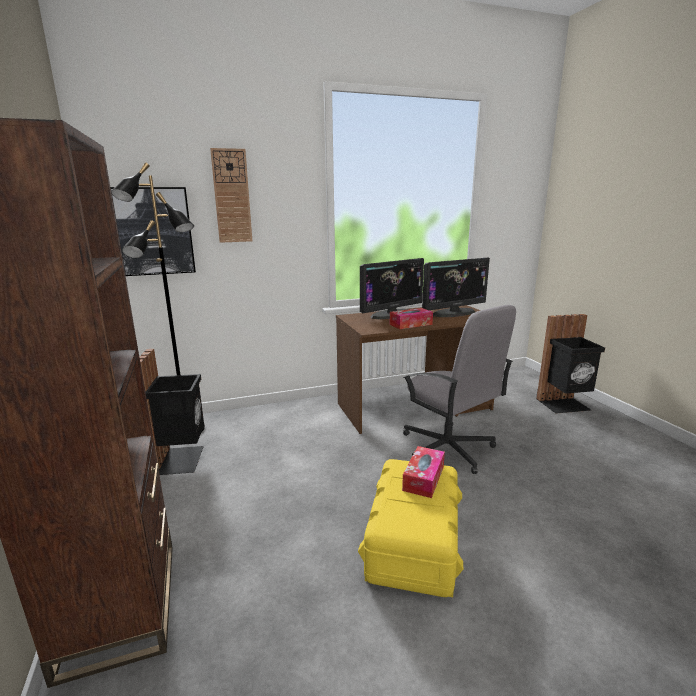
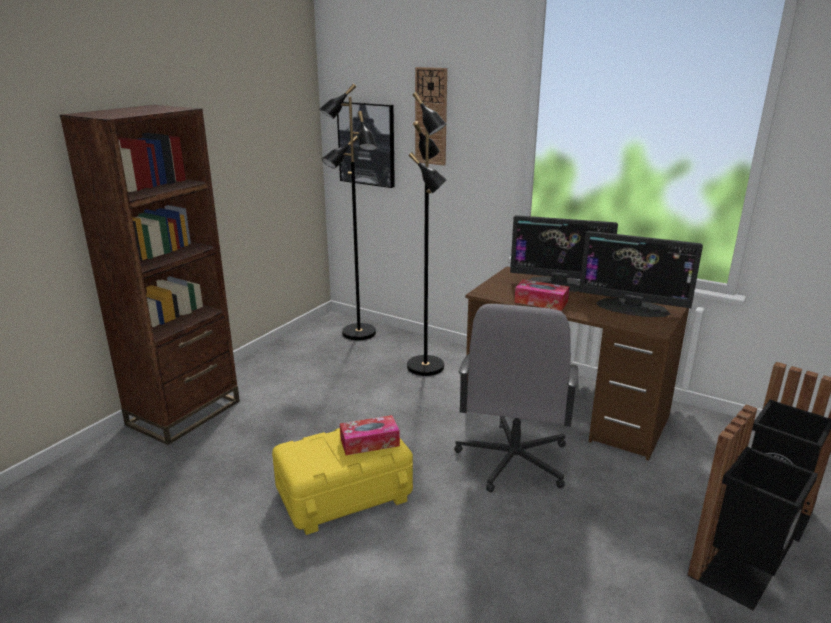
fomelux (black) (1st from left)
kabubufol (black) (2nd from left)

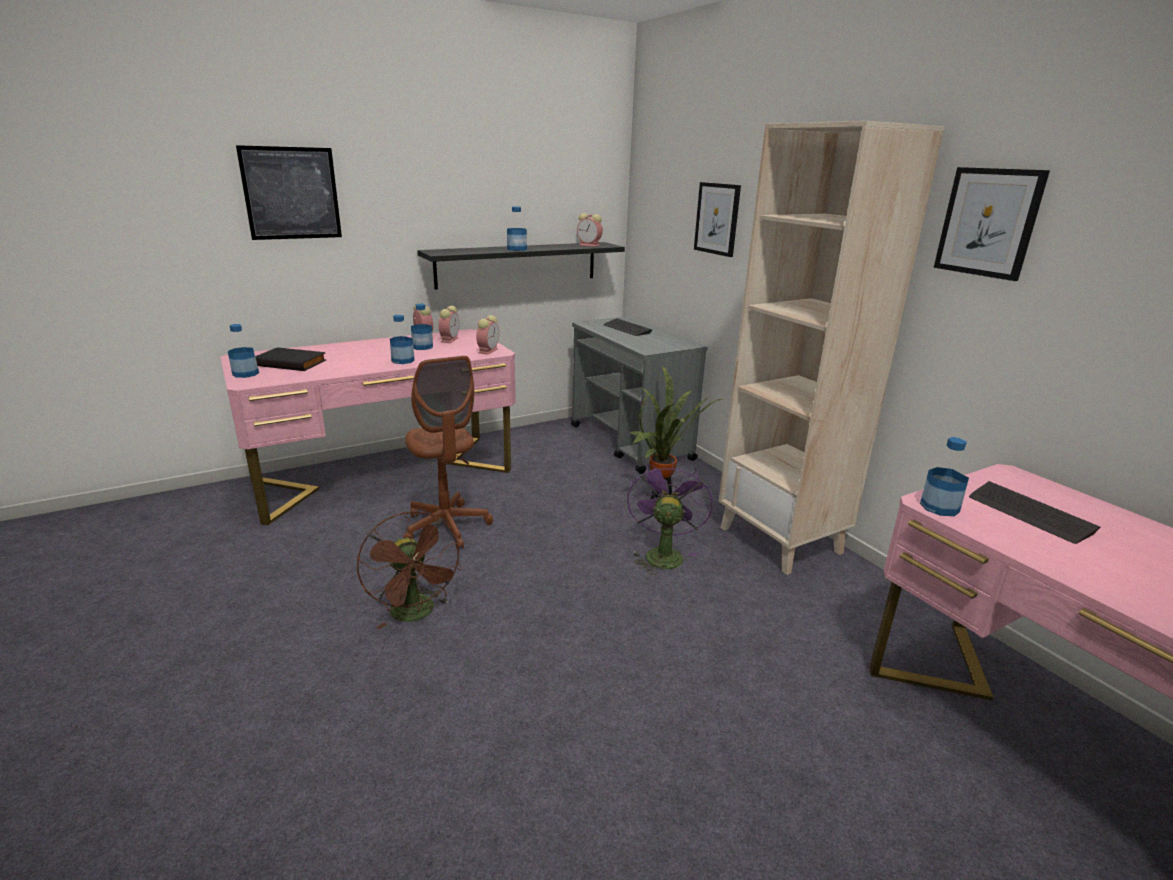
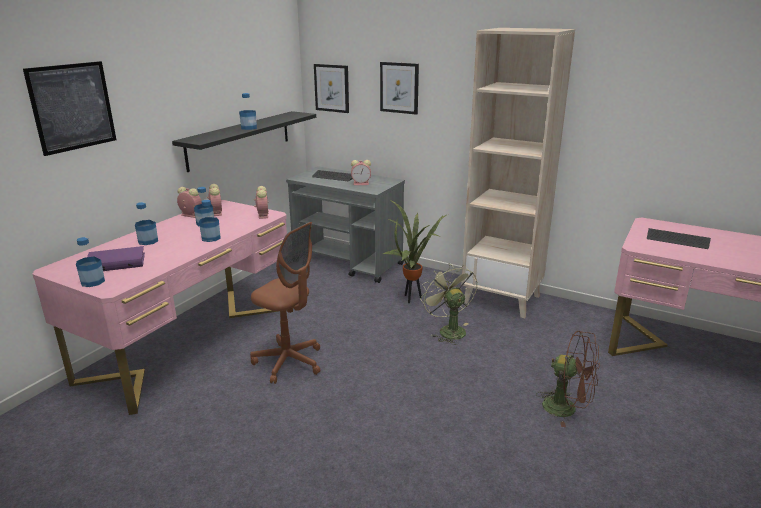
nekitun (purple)
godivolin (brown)
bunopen (4th from left)
godivolin (green)
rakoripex (2nd from left)
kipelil (2nd from left)

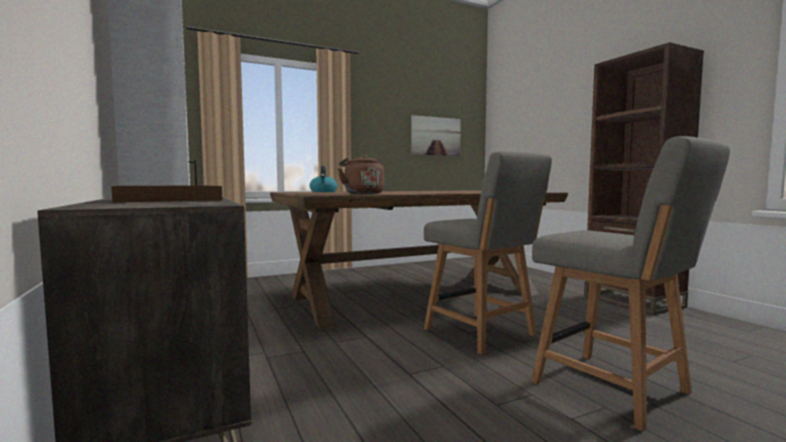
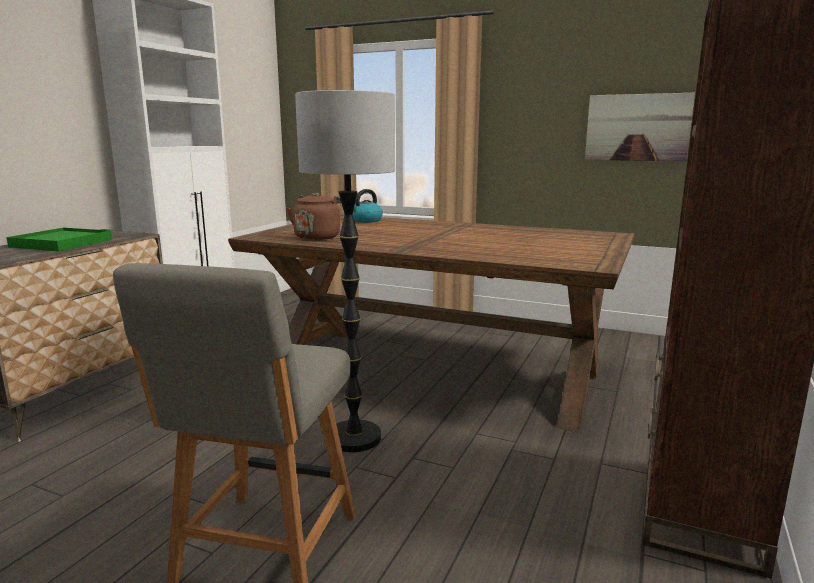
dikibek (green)
kabubufol

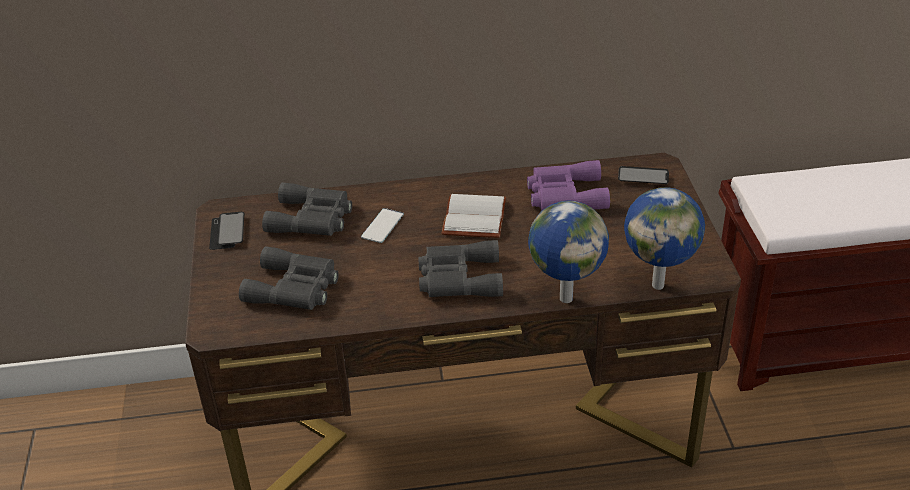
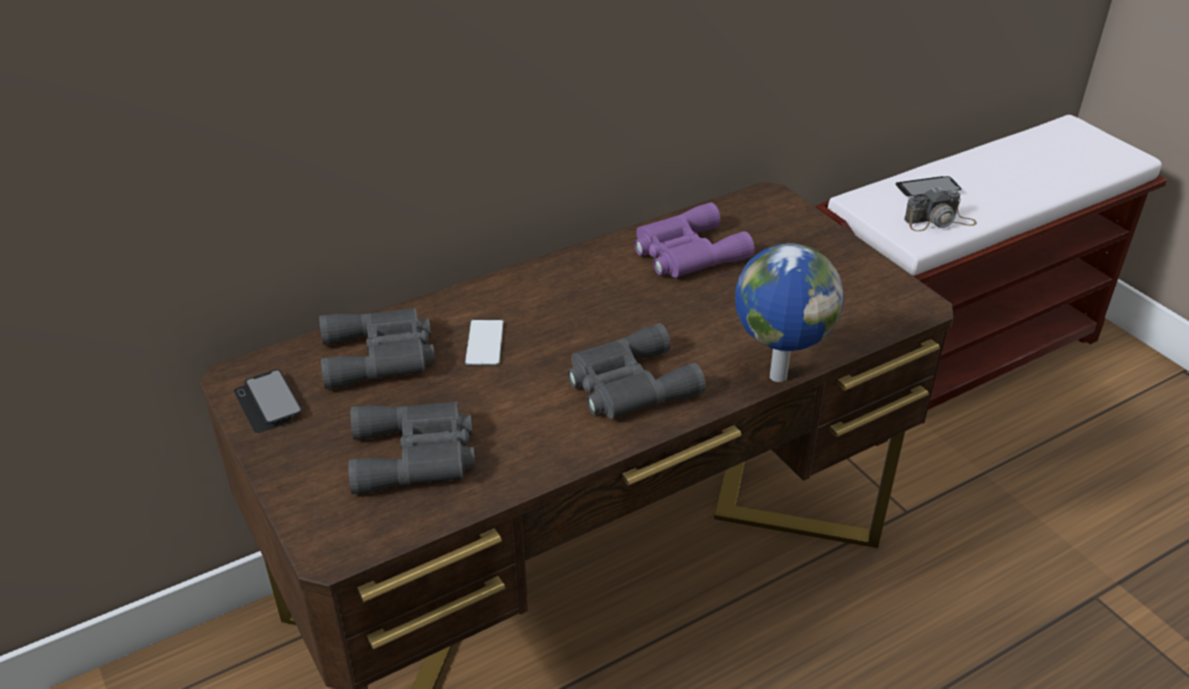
nekitun (white)
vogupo (3rd from left)
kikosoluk (2nd from left in the first image)
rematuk

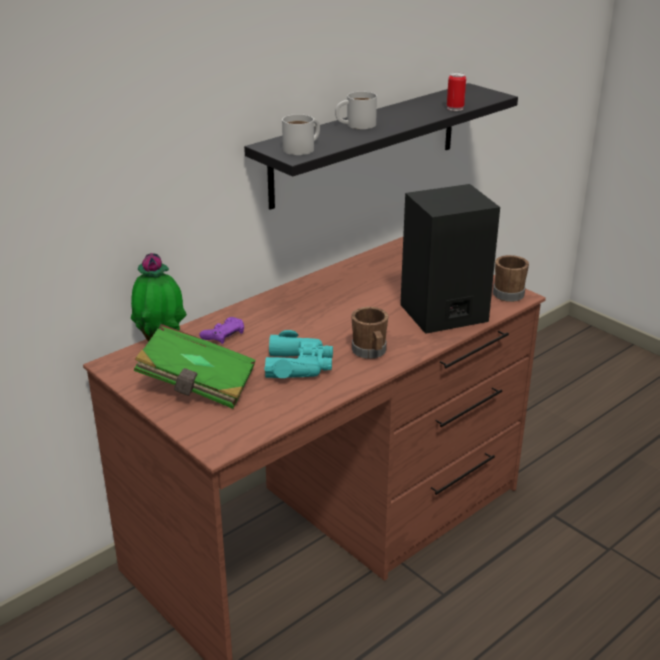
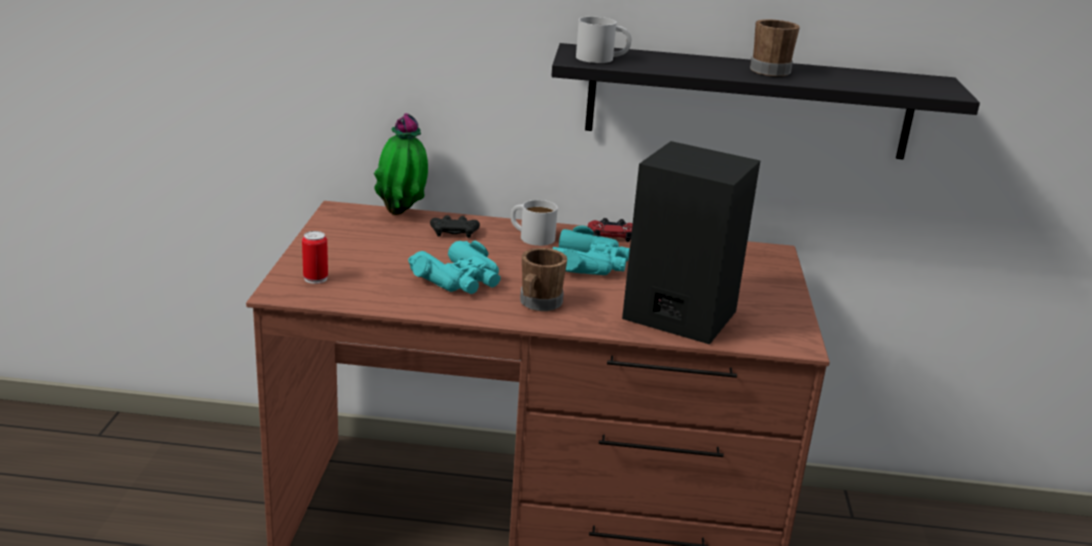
nekitun (green)
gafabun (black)
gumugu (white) (1st from left)
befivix
gumugu (brown) (2nd from left)
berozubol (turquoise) (2nd from left)
gafabun (red)

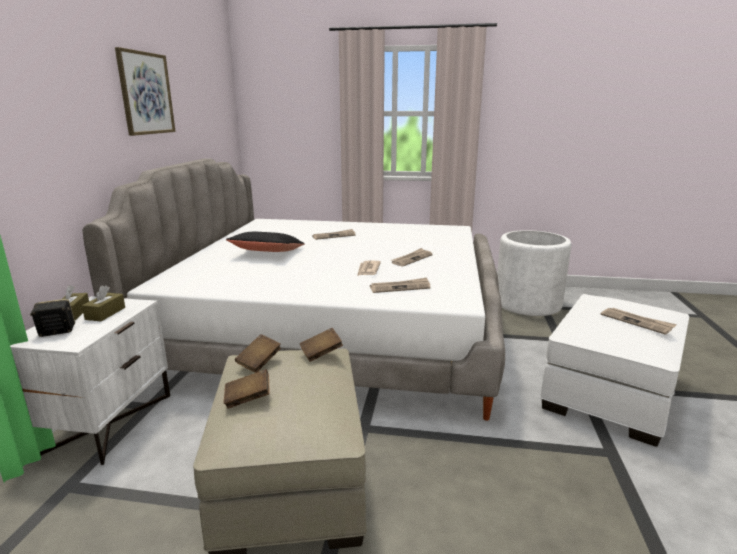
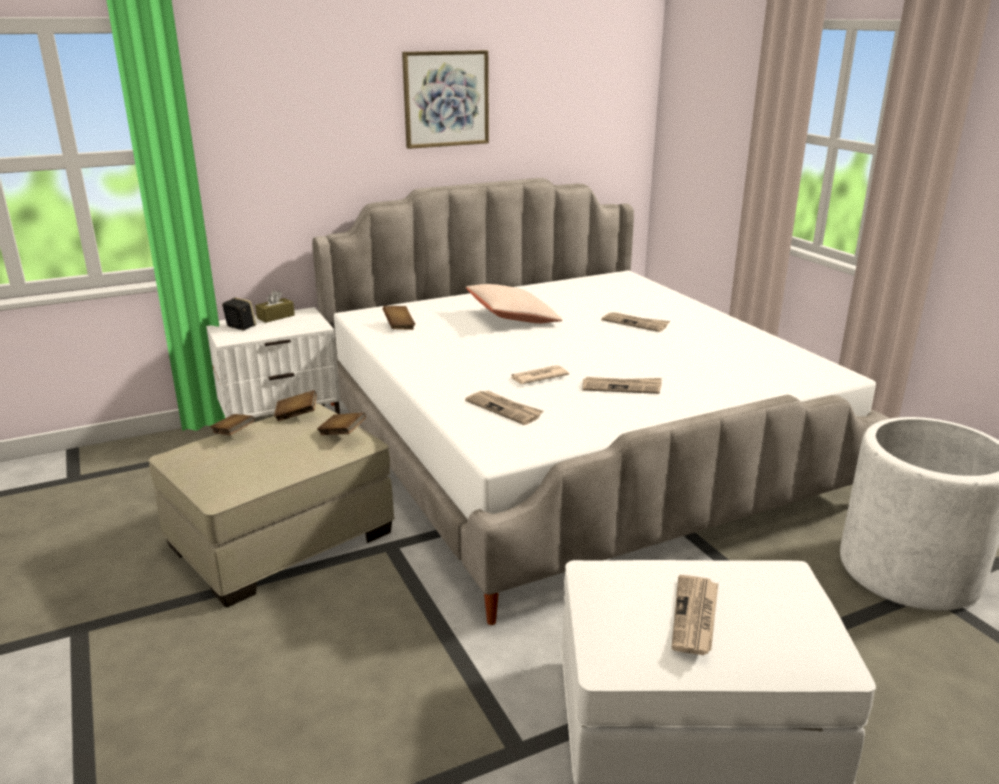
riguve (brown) (2nd from left in the first image)
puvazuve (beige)
nekitun (brown) (4th from left)

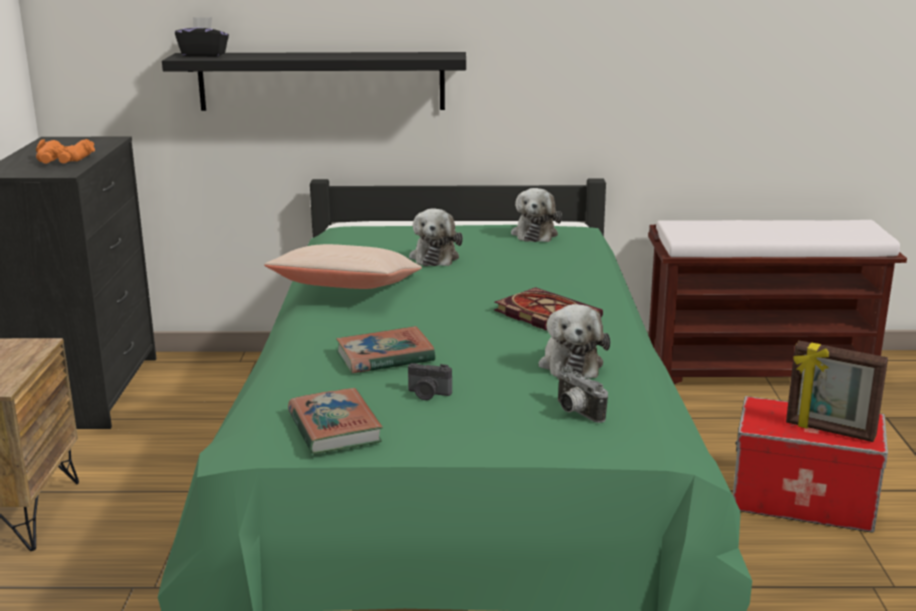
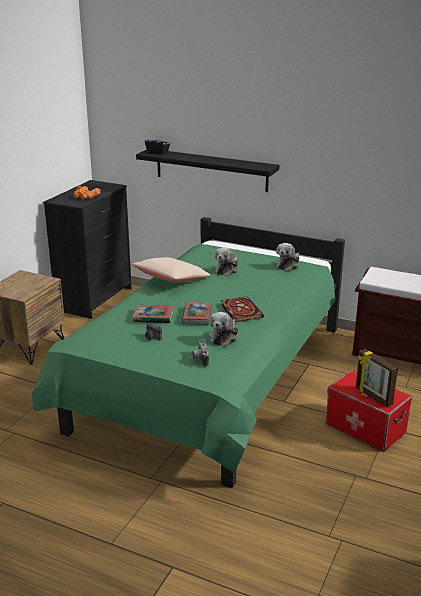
nekitun (2nd from left)

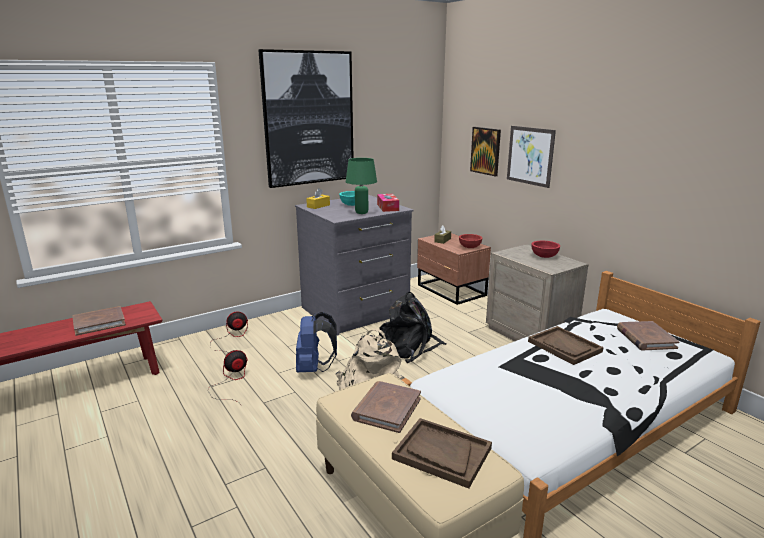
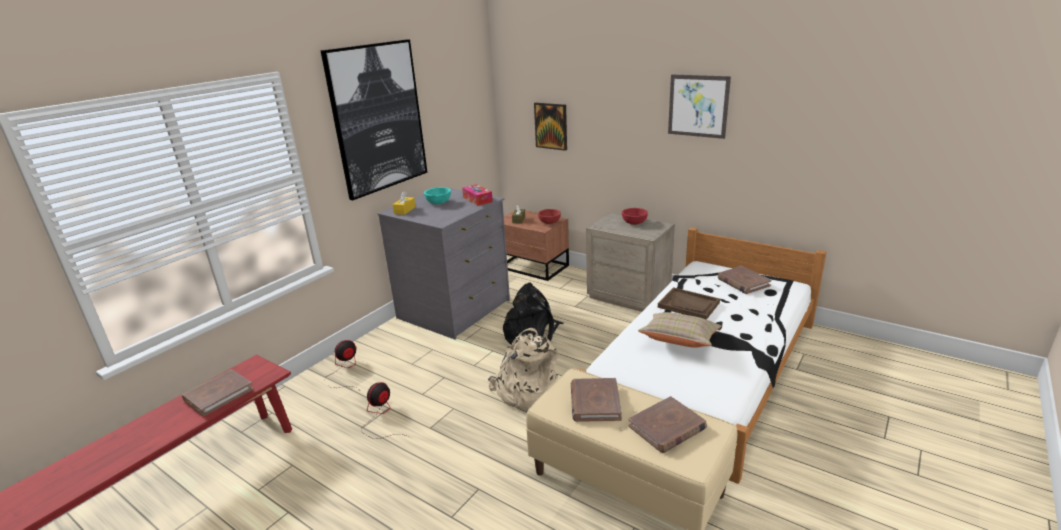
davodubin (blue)
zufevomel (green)
nekitun (brown) (3rd from left)
kipelil (3rd from left)
puvazuve (beige)

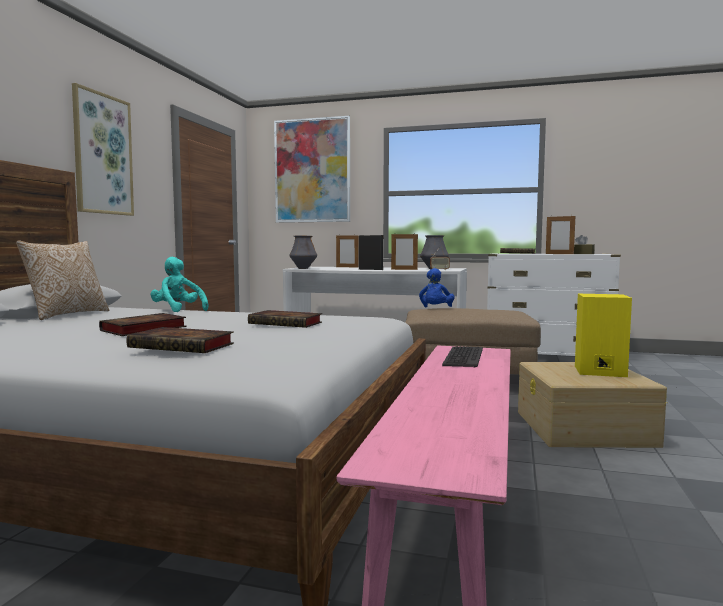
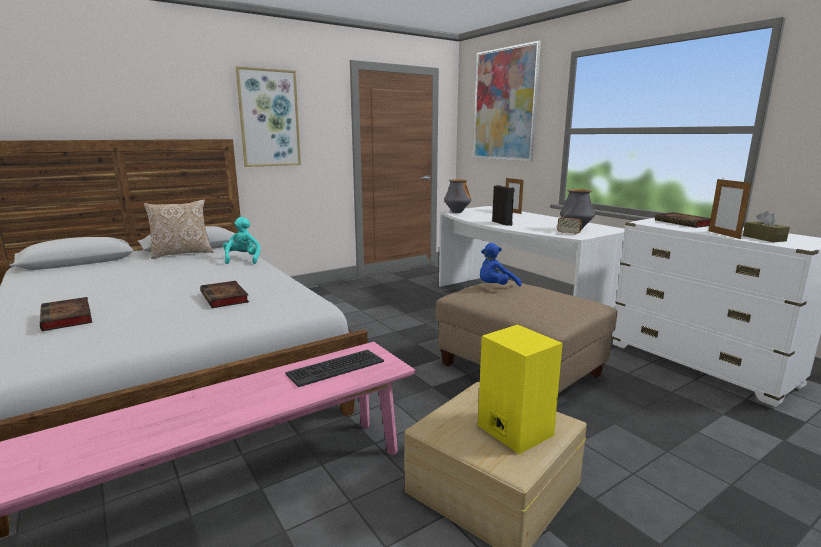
nekitun (1st from left in the first image)
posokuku (2nd from left in the first image)

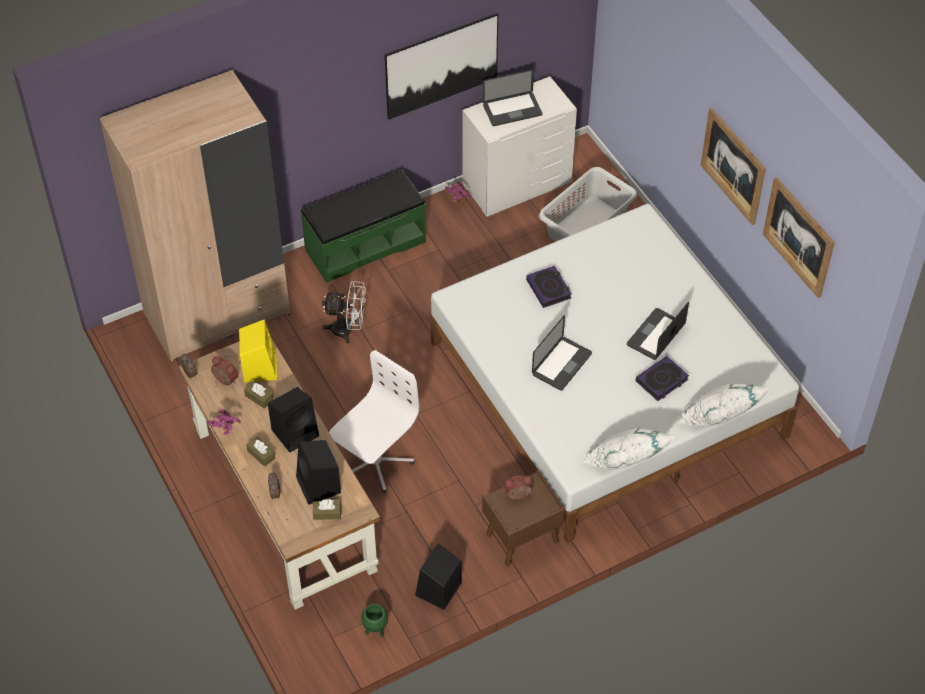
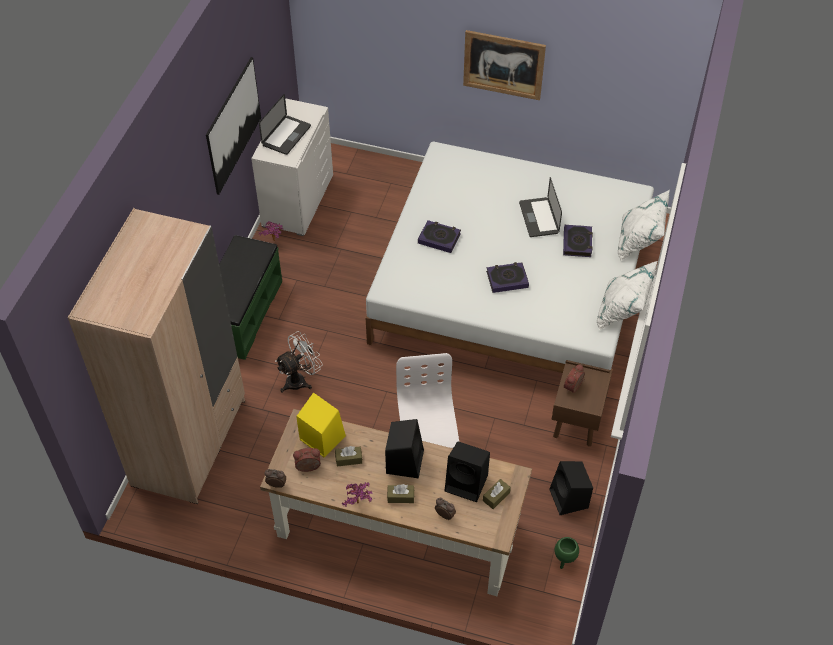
nekitun (2nd from left)
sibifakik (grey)
kipelil (3rd from left in the first image)

